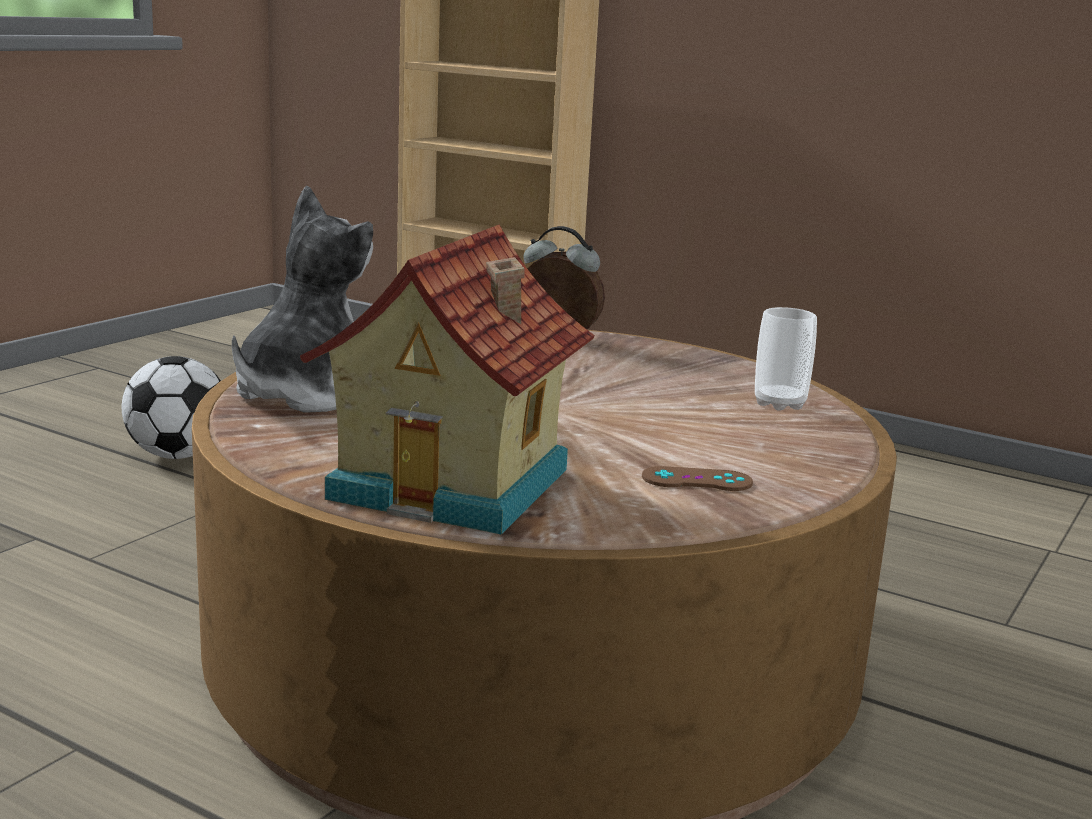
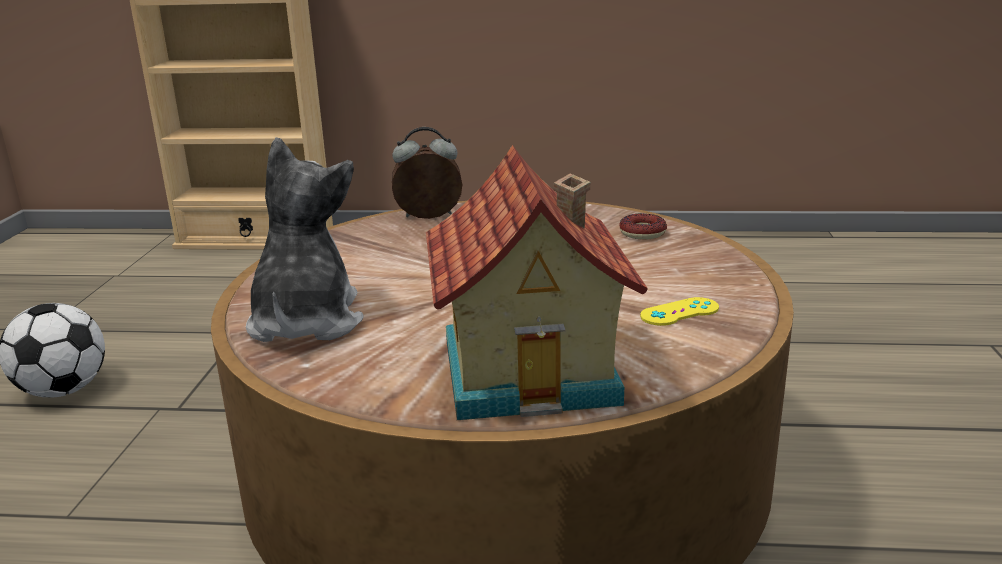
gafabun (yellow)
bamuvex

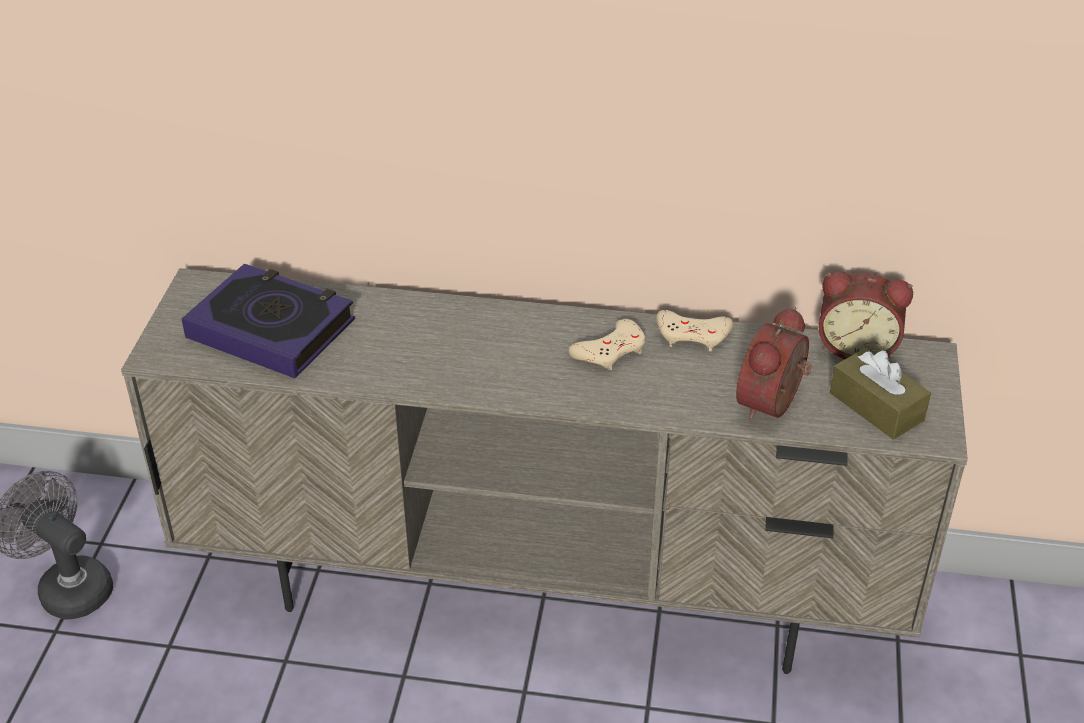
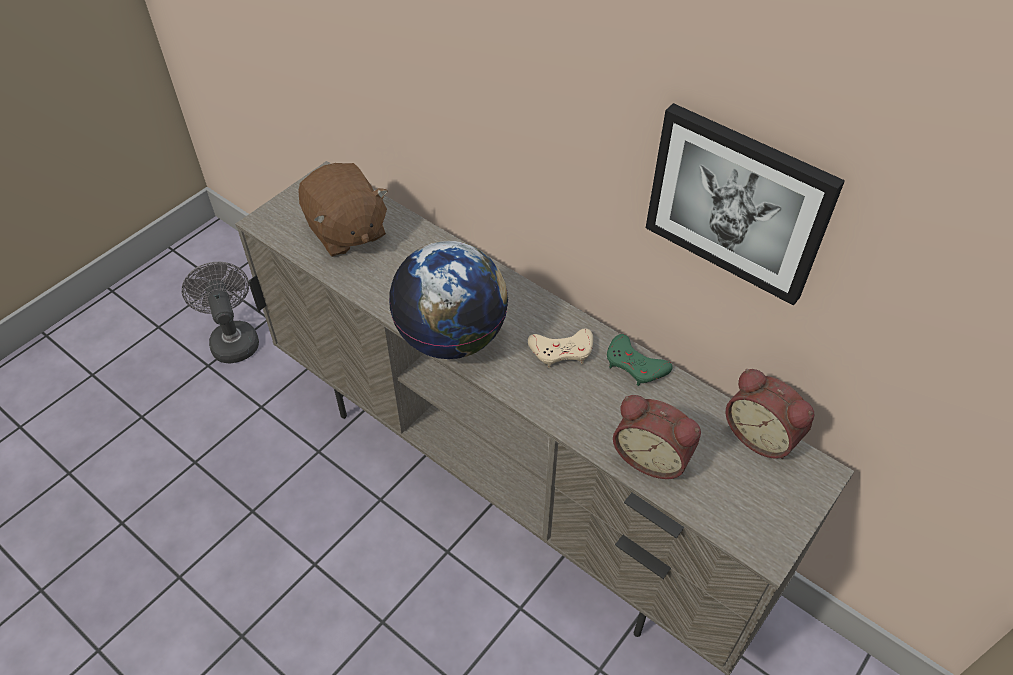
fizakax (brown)
gafabun (green)
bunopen (1st from left)
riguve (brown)
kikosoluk
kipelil

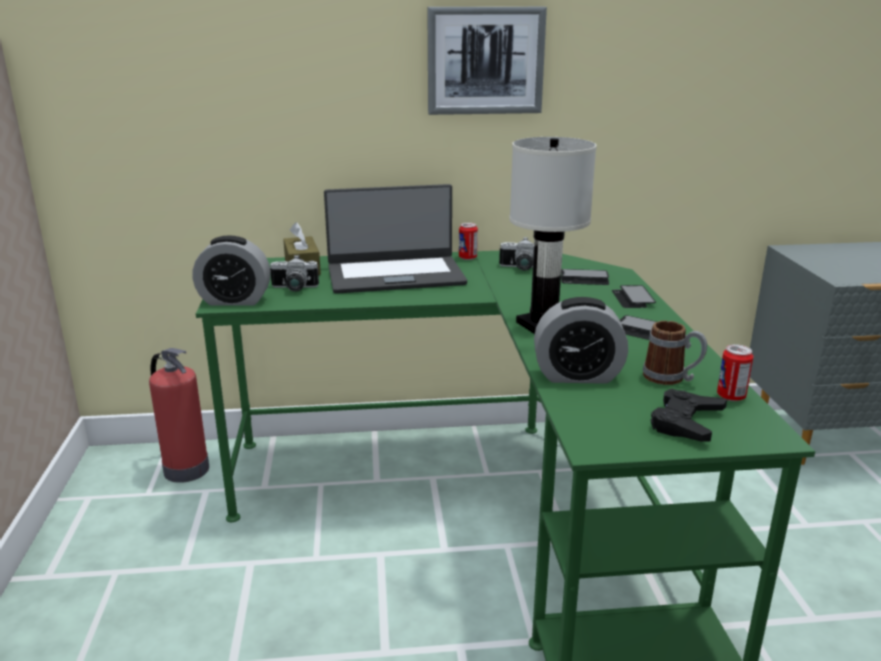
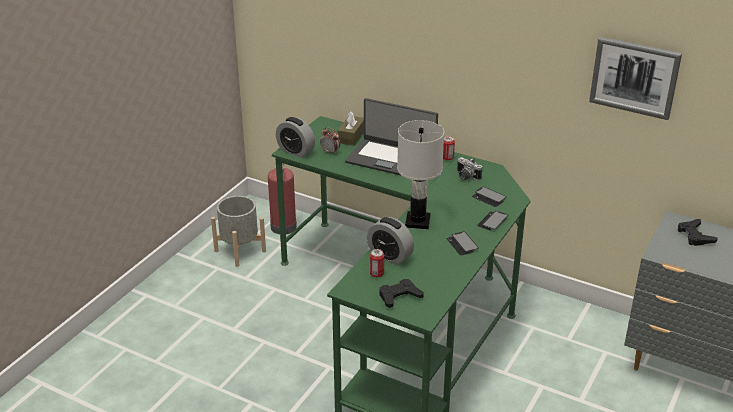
bunopen (2nd from left)
kipelil
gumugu
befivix (1st from left)
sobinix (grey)
gafabun (black) (2nd from left)

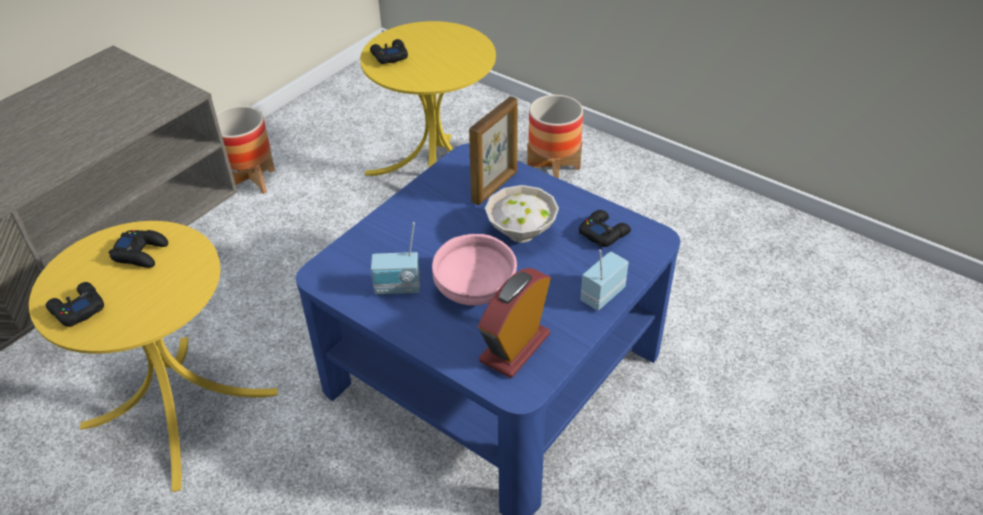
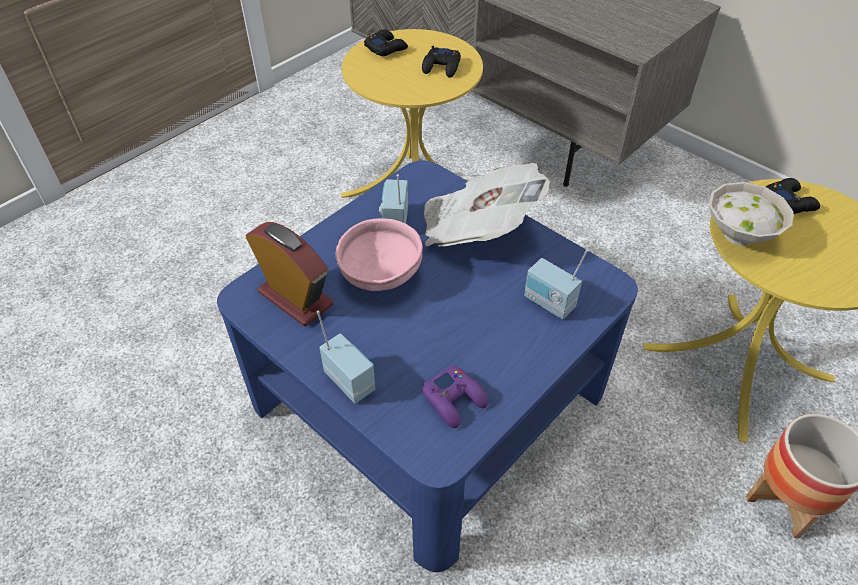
sobinix (1st from left in the first image)
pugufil (3rd from left)
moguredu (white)
gafabun (purple)
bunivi

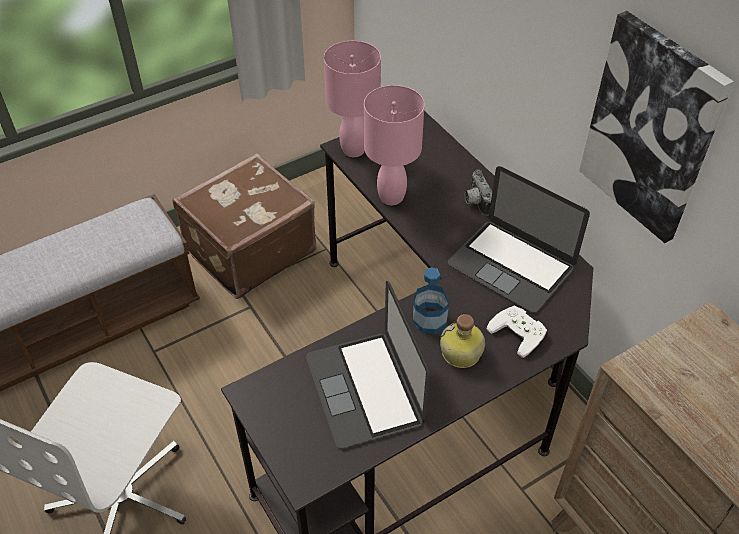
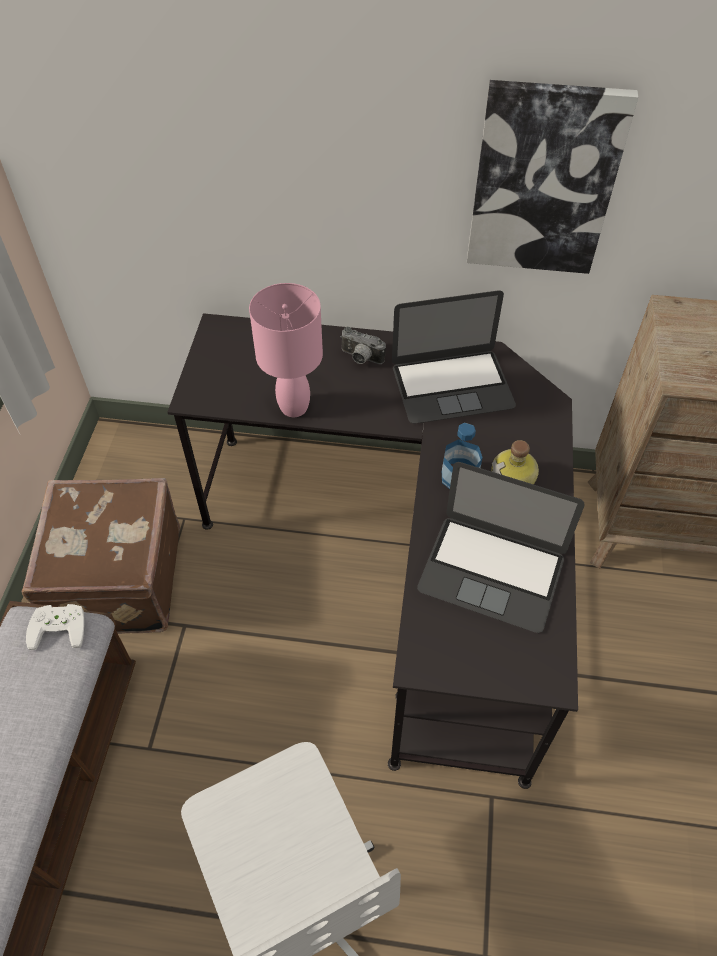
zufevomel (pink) (1st from left in the first image)
gafabun (white)

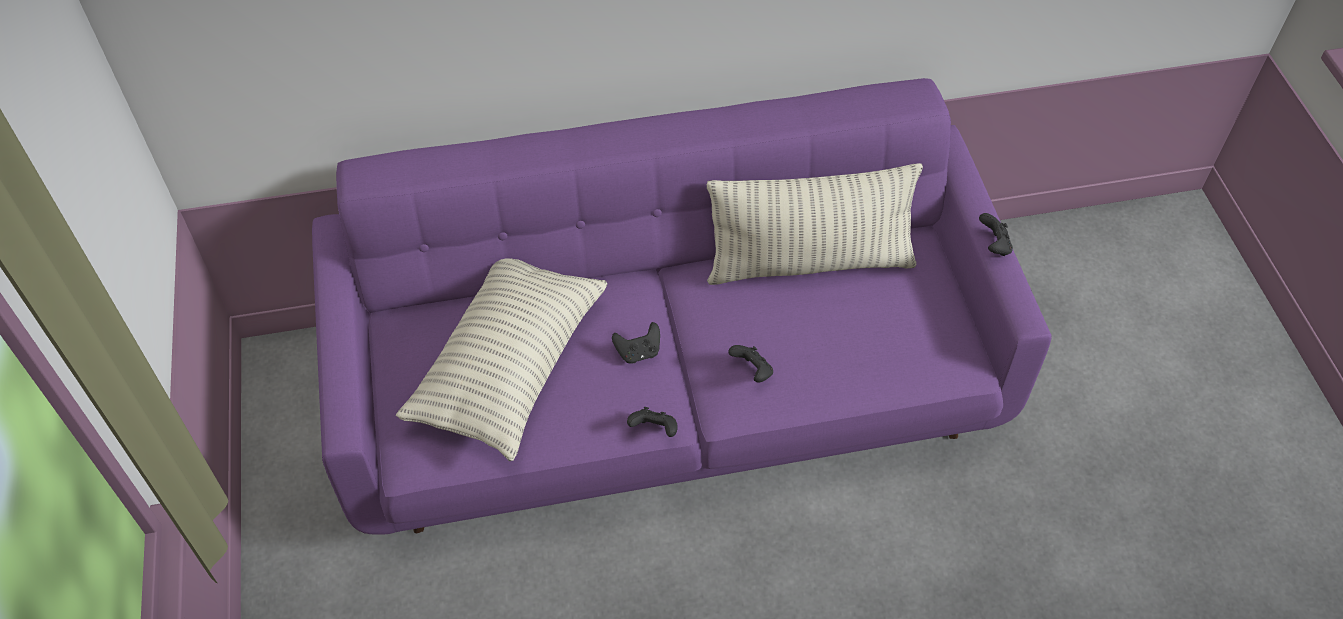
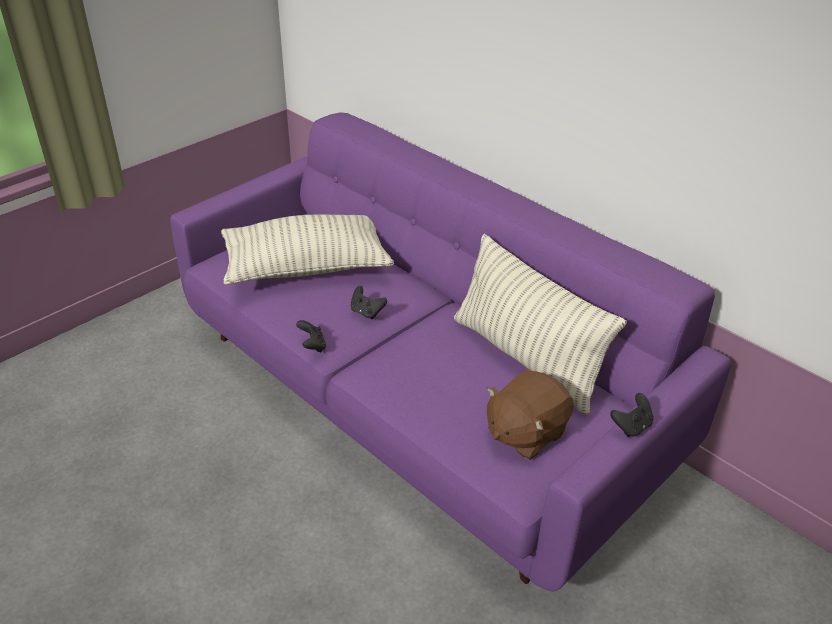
gafabun (black) (3rd from left in the first image)
fizakax (brown)

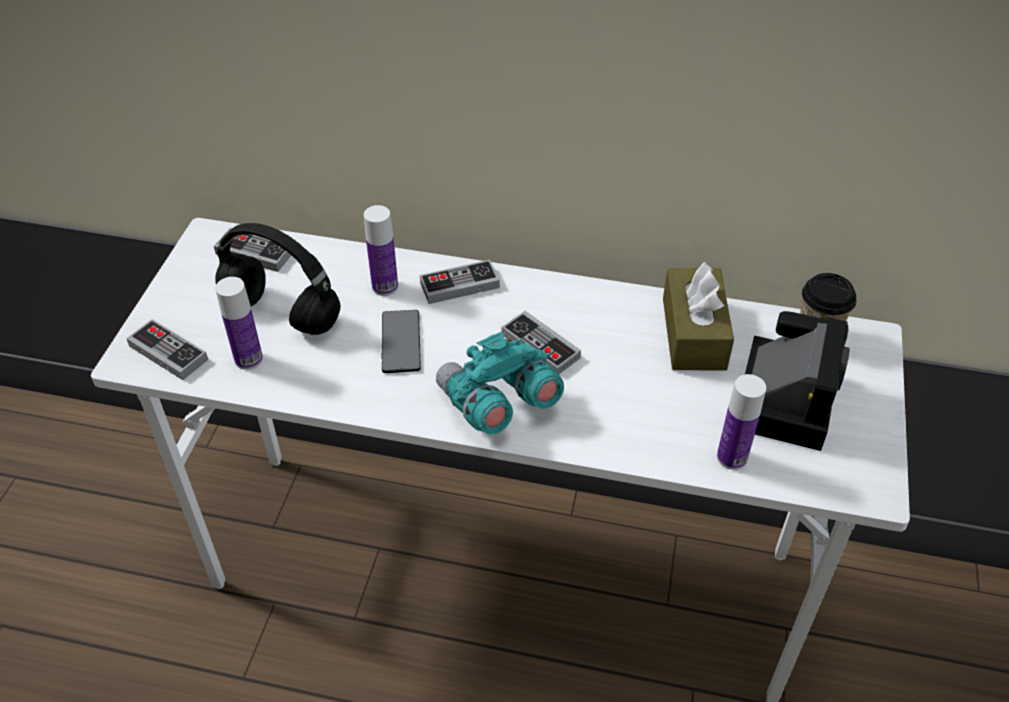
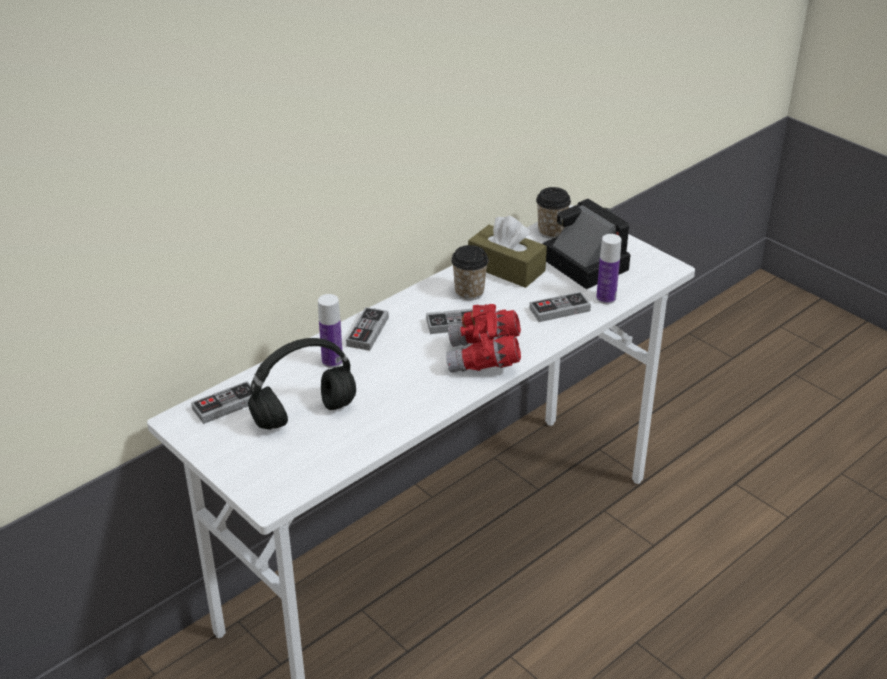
gafabun (4th from left)
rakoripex (1st from left in the first image)
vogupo
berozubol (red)
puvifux (1st from left)

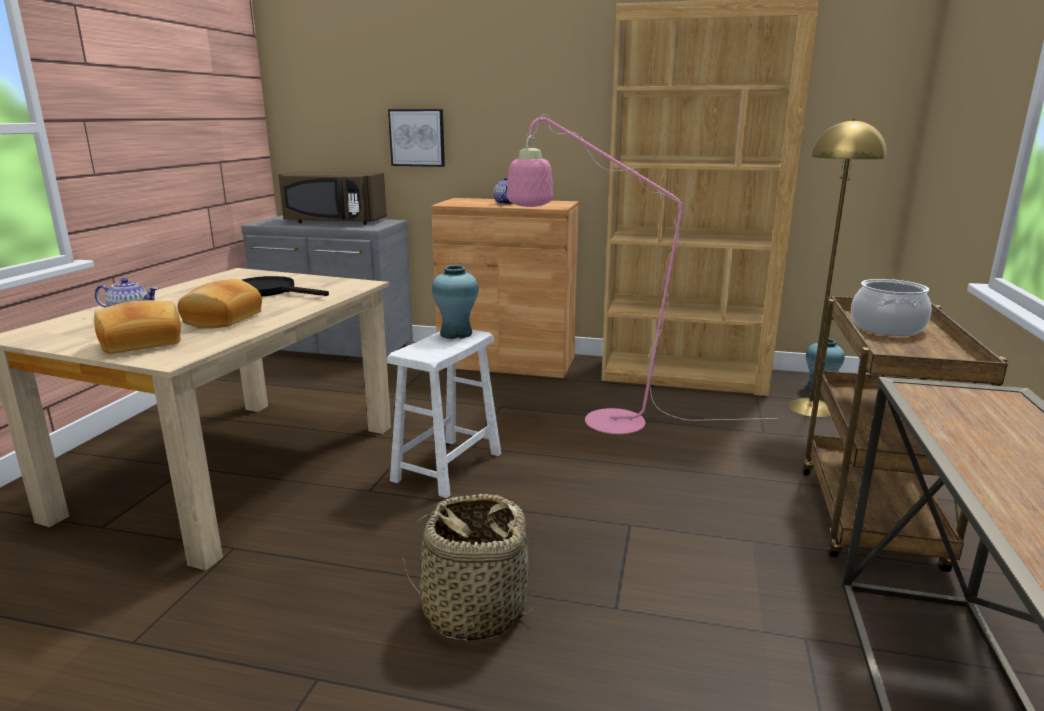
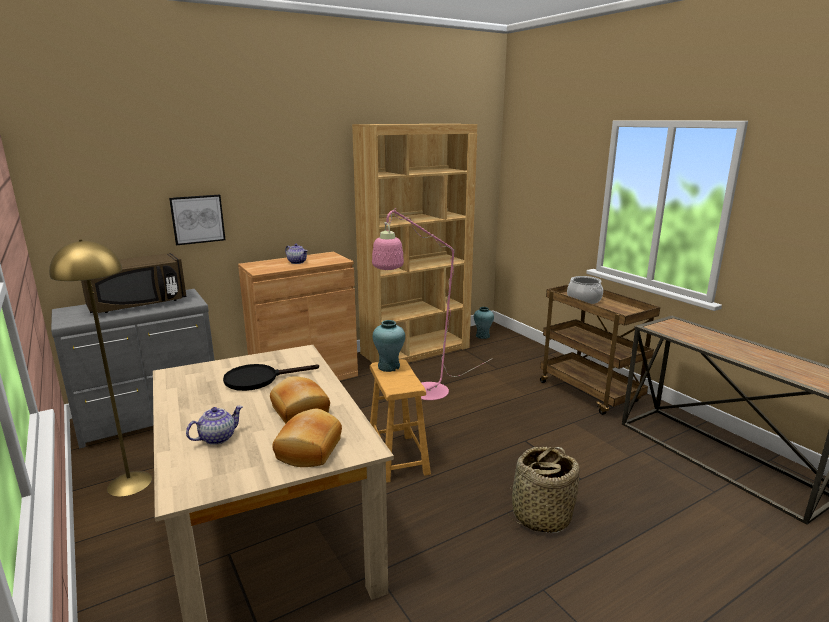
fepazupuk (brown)
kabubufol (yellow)

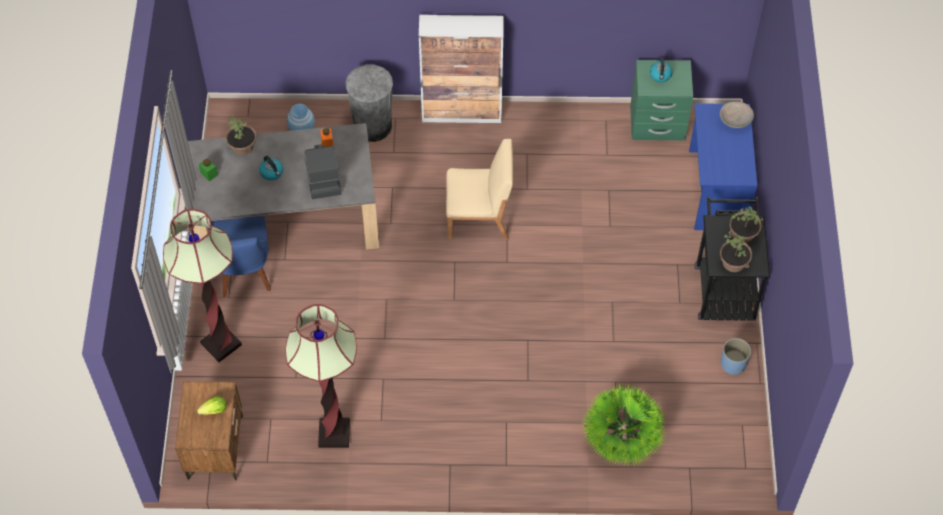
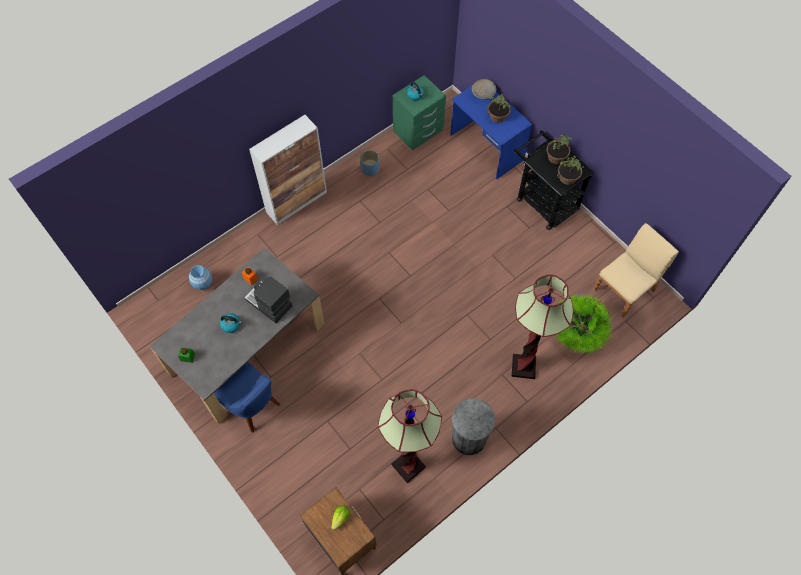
kabubufol (2nd from left)
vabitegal (1st from left)
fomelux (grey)
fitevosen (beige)
sobinix (blue)

